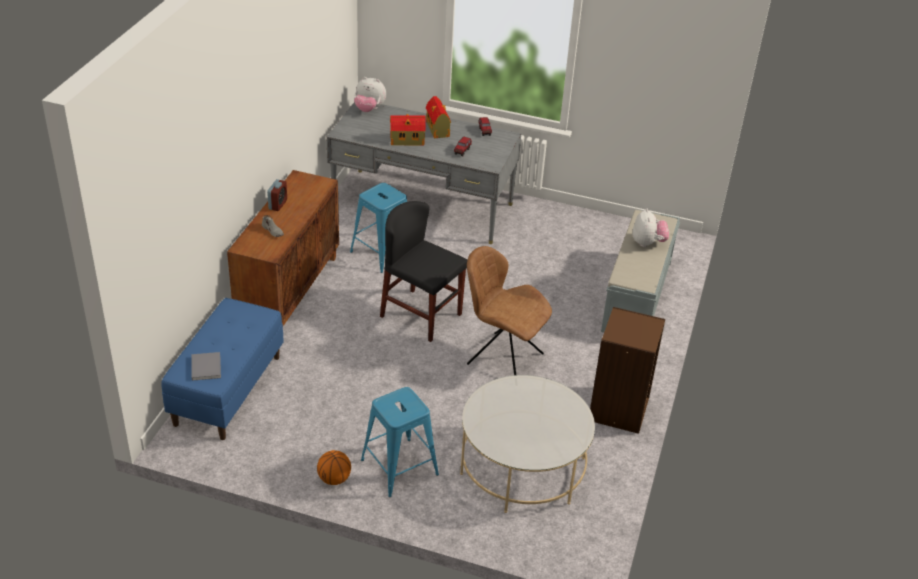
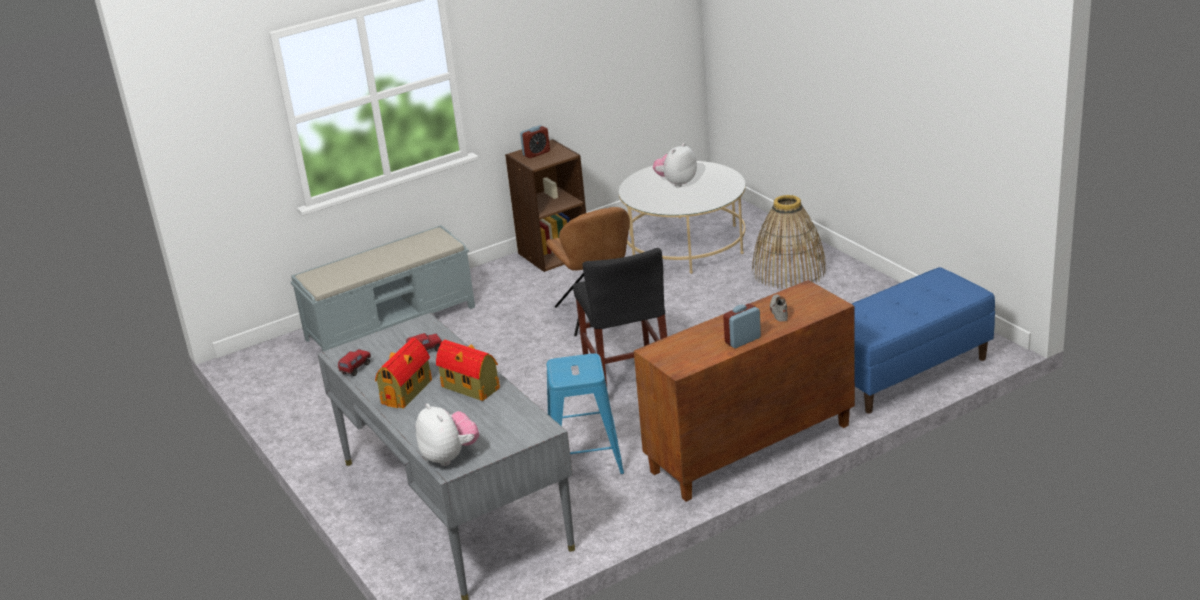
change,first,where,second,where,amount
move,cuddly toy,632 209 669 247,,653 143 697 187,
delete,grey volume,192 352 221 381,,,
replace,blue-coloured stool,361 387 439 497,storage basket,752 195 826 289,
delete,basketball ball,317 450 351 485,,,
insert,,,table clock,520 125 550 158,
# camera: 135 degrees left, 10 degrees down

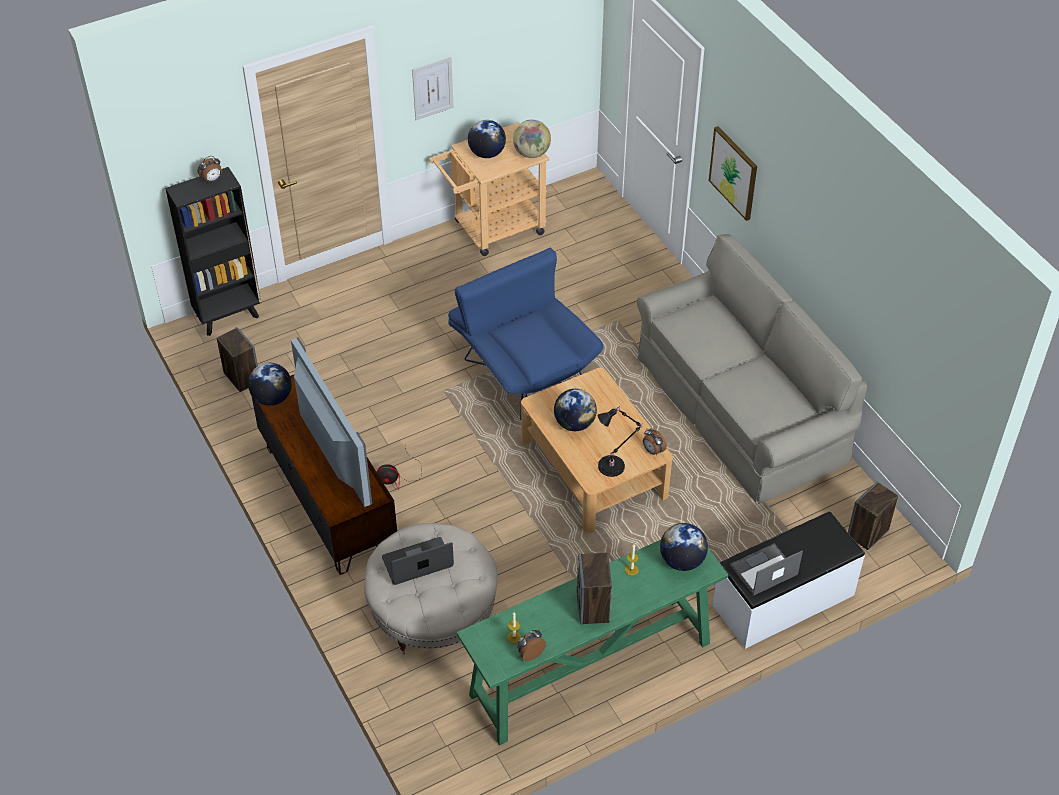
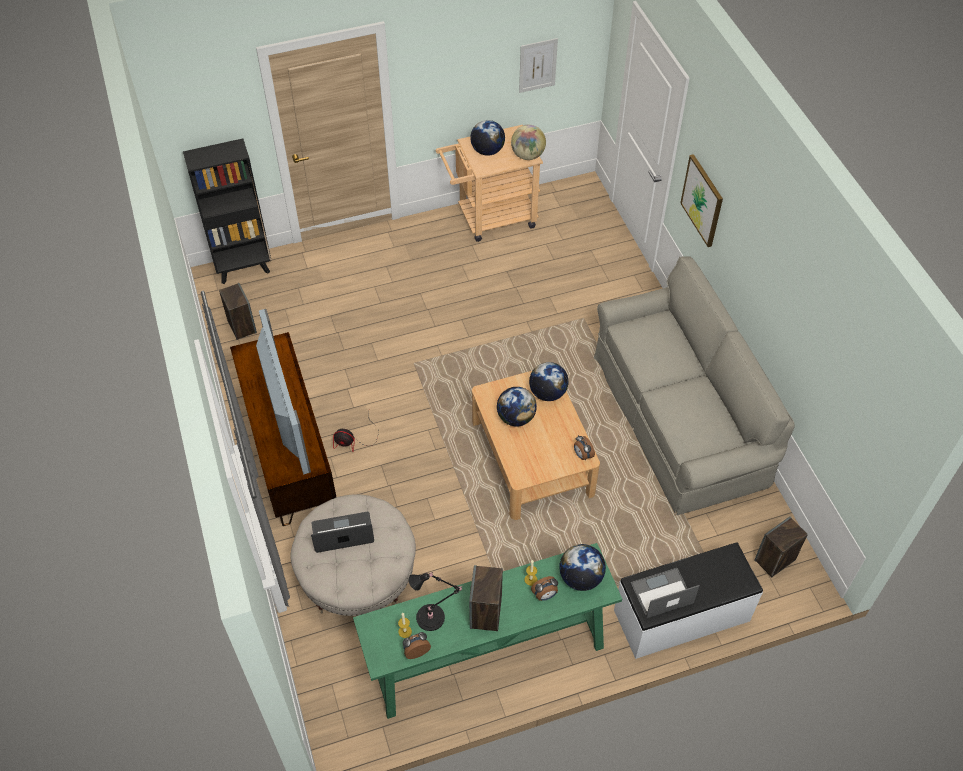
change,first,where,second,where,amount
move,wall picture,412 57 454 120,,519 38 558 93,
move,table clock,198 156 222 183,,531 576 558 601,
delete,blue-coloured armchair,448 248 604 420,,,
move,world globe,248 363 292 406,,529 362 569 401,
move,black table lamp,598 406 643 477,,409 572 462 631,
# camera: 10 degrees right, 5 degrees up

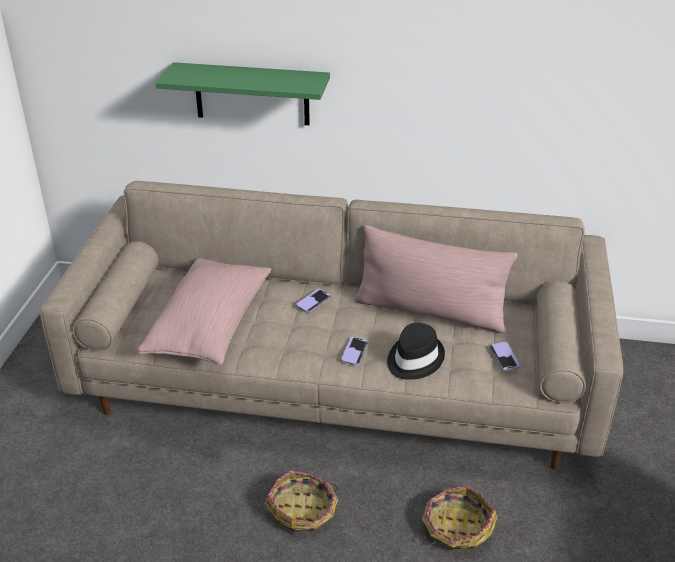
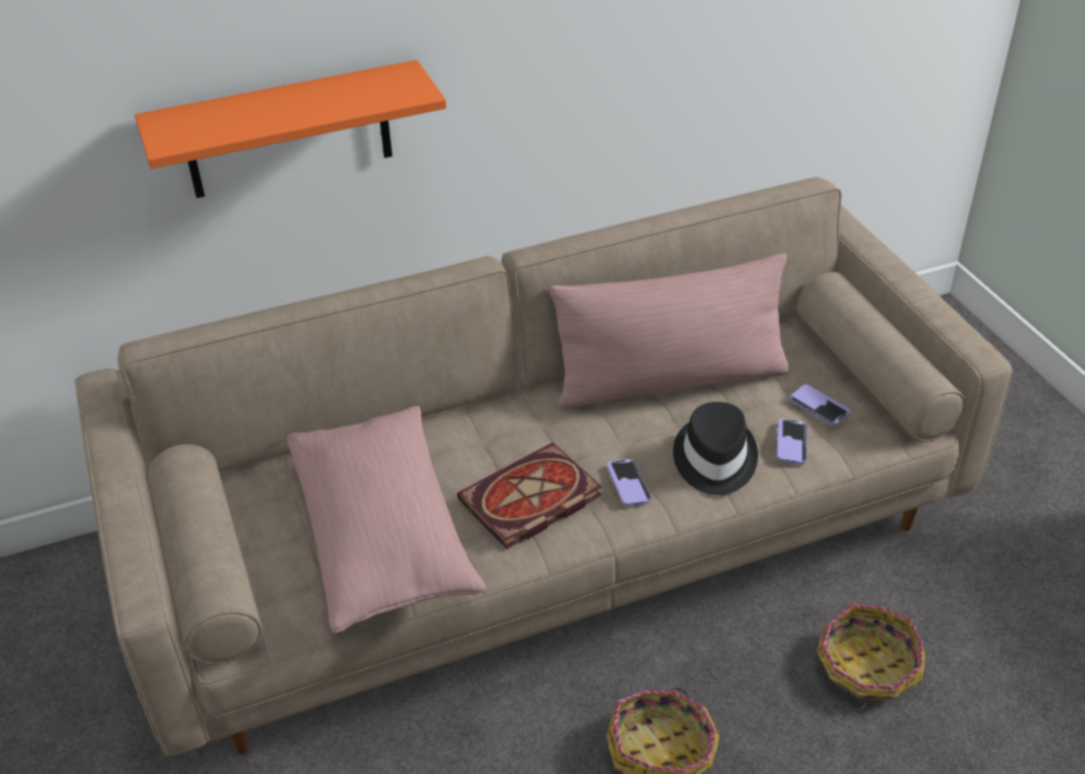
change,first,where,second,where,amount
recolor,green-coloured wall shelf,156 62 330 125,orange wall shelf,135 60 446 198,
move,handset,296 289 331 313,,777 419 807 464,
insert,,,volume,457 442 602 549,
# camera: 30 degrees left, 5 degrees up

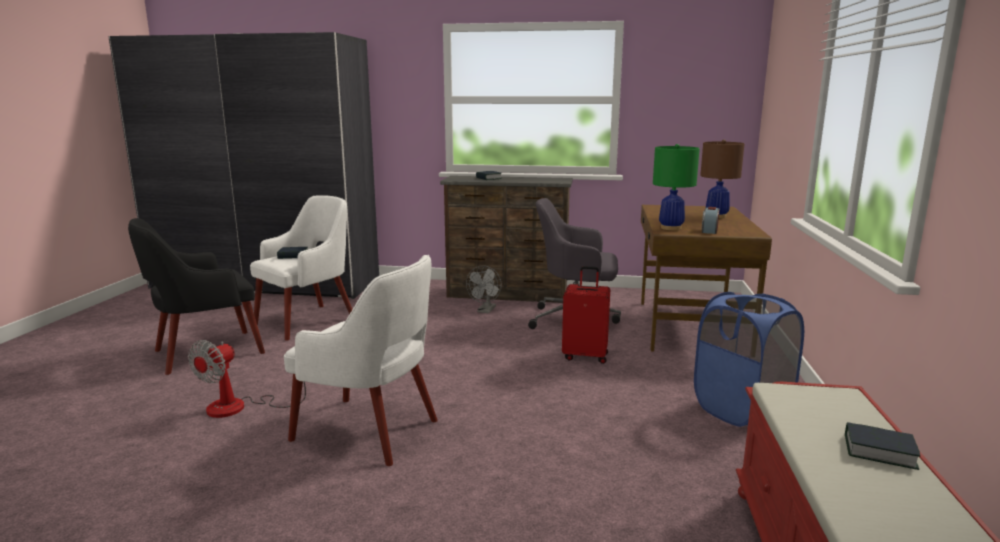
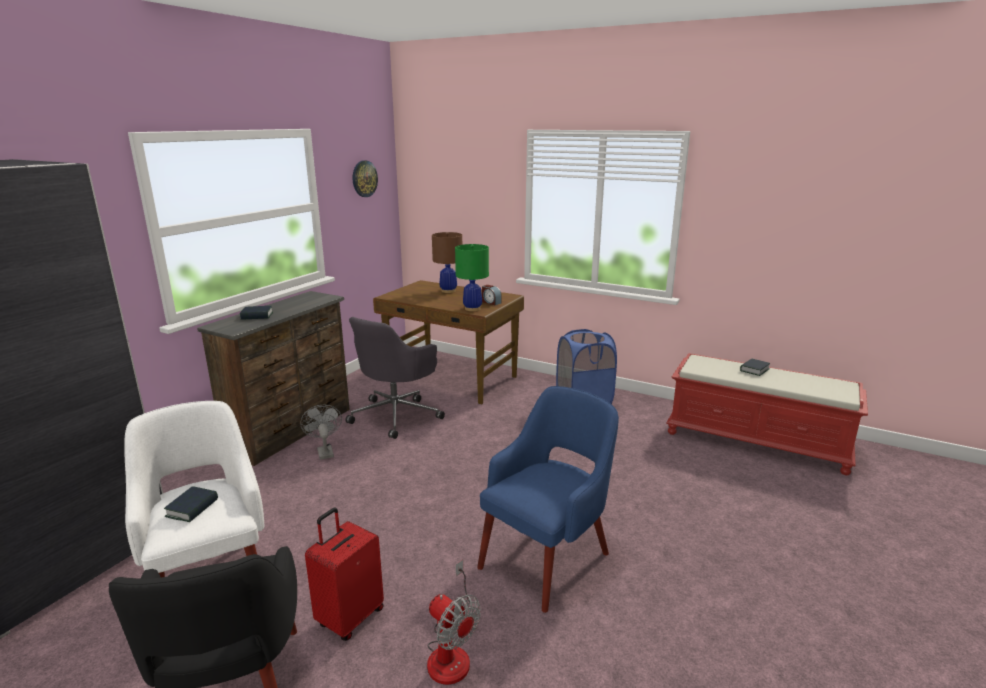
change,first,where,second,where,amount
recolor,white armchair,284 255 438 466,blue-coloured armchair,477 386 619 613,
rotate,grey fan,466 266 501 313,,300 405 342 460,150 degrees counterclockwise
move,reddish suitcase,562 266 610 364,,305 508 384 641,
insert,,,wall clock,353 160 378 197,
# camera: 70 degrees left, 5 degrees up

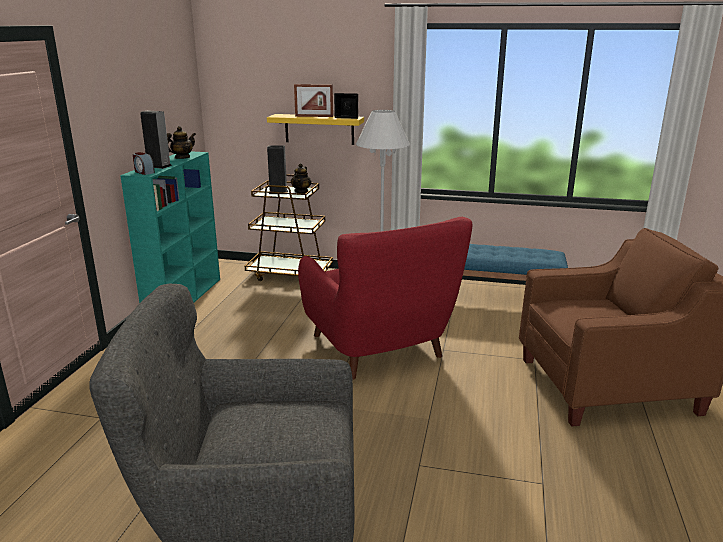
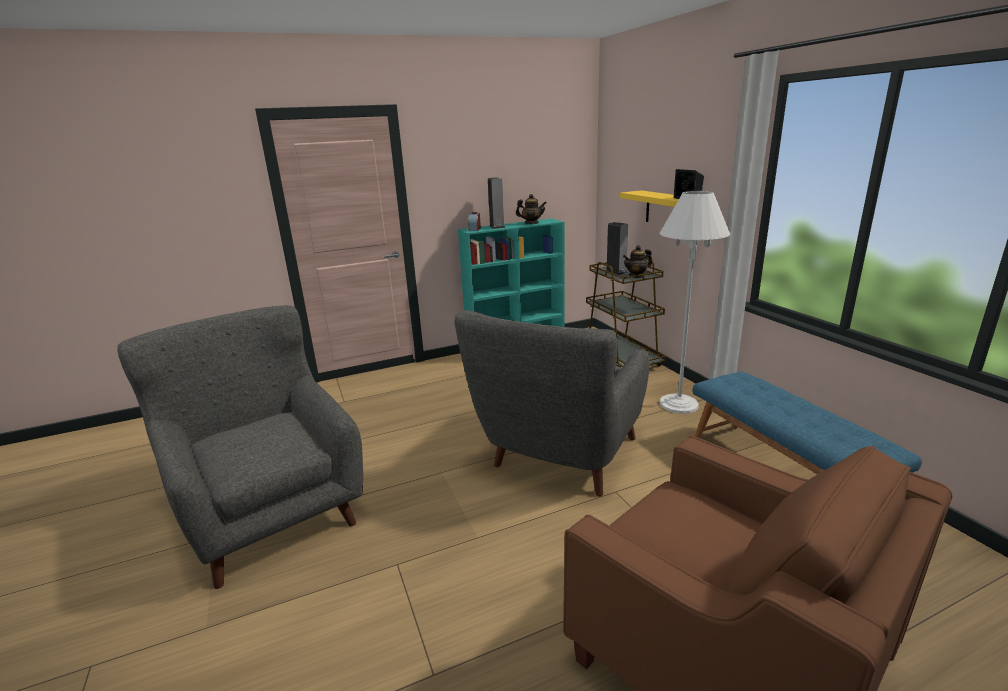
change,first,where,second,where,amount
delete,standing frame,294 84 333 117,,,
recolor,reddish armchair,298 217 473 380,grey armchair,454 310 649 497,
# camera: 55 degrees right, 0 degrees up

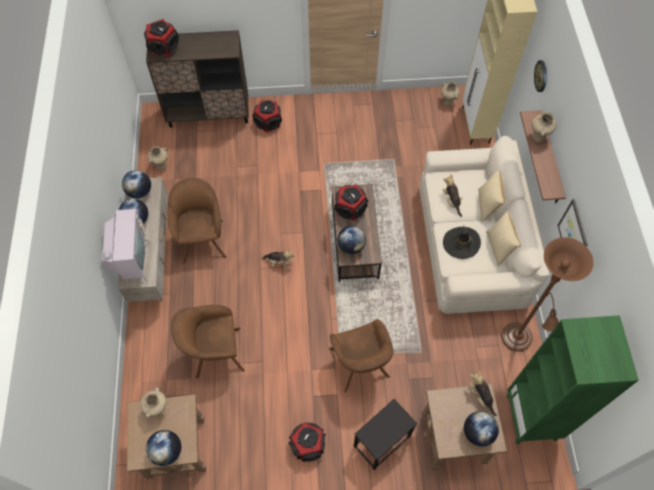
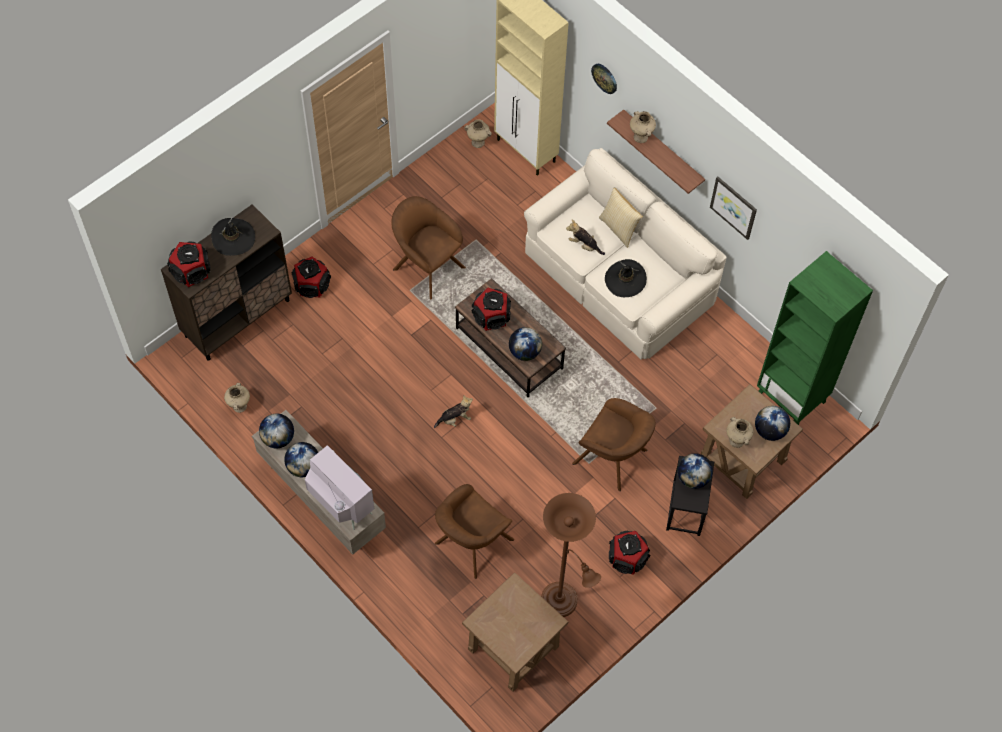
change,first,where,second,where,amount
move,brownish armchair,168 178 227 264,,391 196 466 299,
delete,throw pillow,486 211 521 267,,,
move,brownish standard lamp,502 237 594 352,,541 493 601 617,
delete,cuddly toy,469 371 497 416,,,
move,beige vase,140 387 167 418,,726 417 754 448,
move,world globe,146 430 181 466,,677 453 713 489,
insert,,,black hat,211 217 255 256,
# camera: 40 degrees left, 0 degrees up

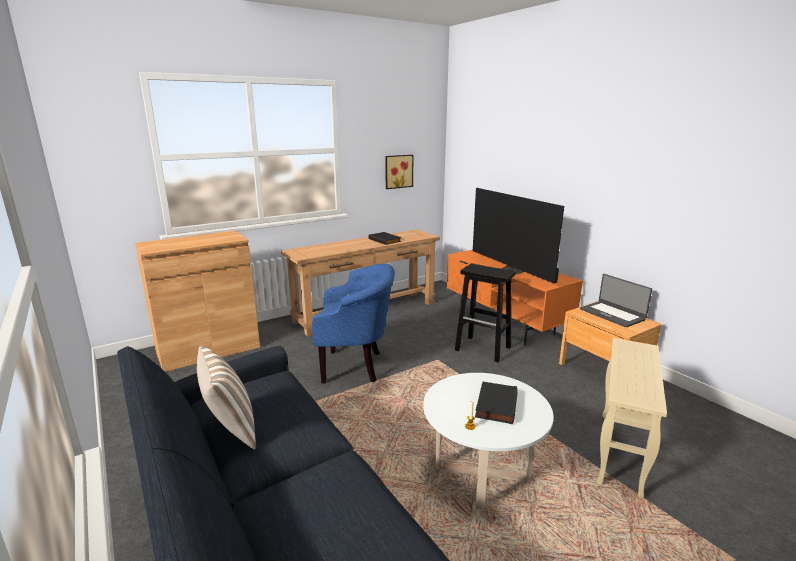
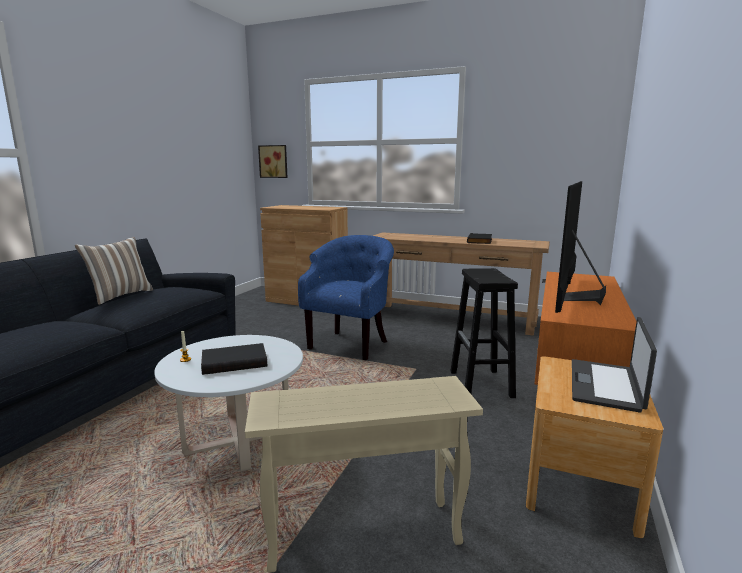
change,first,where,second,where,amount
move,wall picture,385 155 413 189,,258 145 288 178,
rotate,blue-coloured armchair,312 264 395 383,,298 235 394 360,120 degrees counterclockwise
# camera: 55 degrees right, 5 degrees down

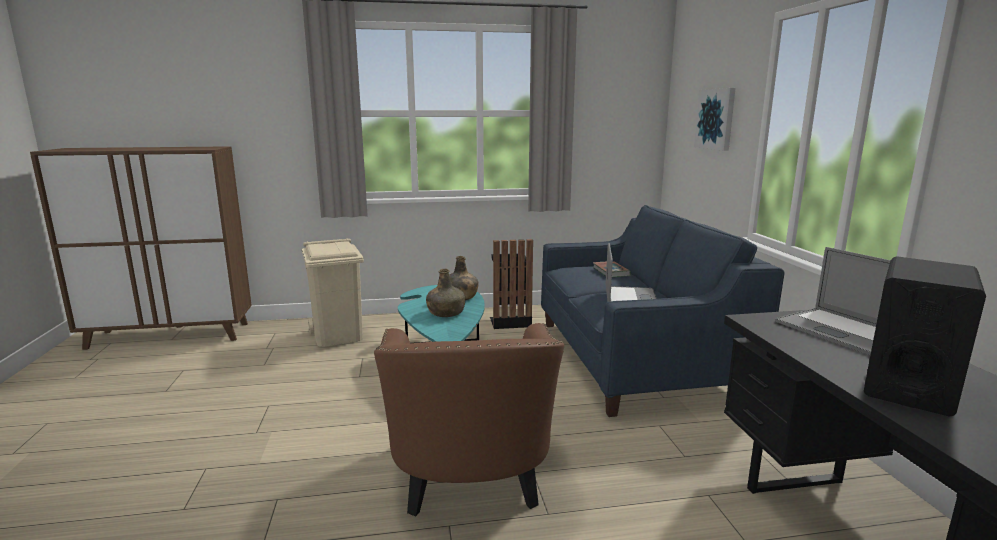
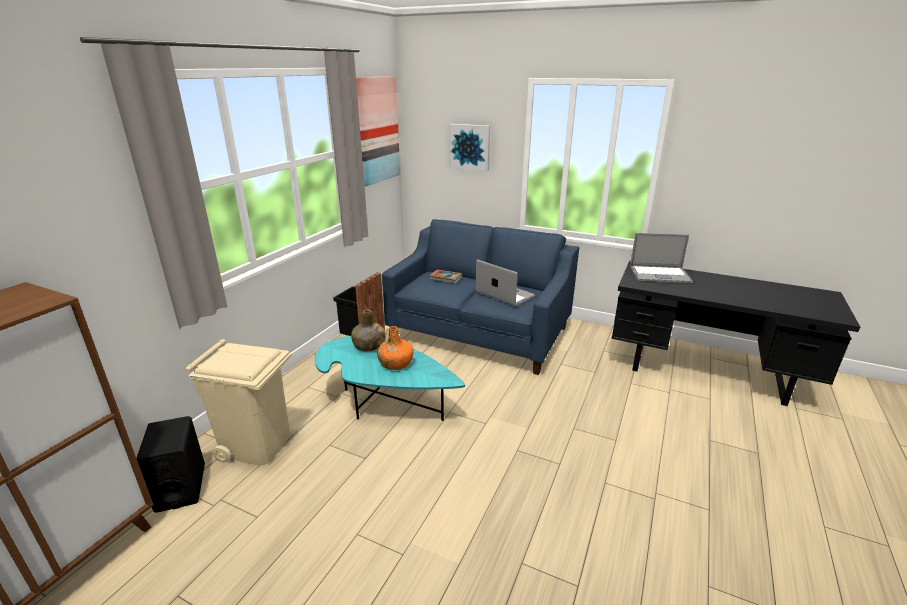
change,first,where,second,where,amount
move,black audio speaker,864 256 986 416,,137 416 205 513,
recolor,green-coloured beverage bottle,426 269 465 317,orange beverage bottle,377 326 414 370,
delete,brownish armchair,374 323 564 516,,,
insert,,,wall picture,356 76 400 186,
# camera: 55 degrees left, 10 degrees up

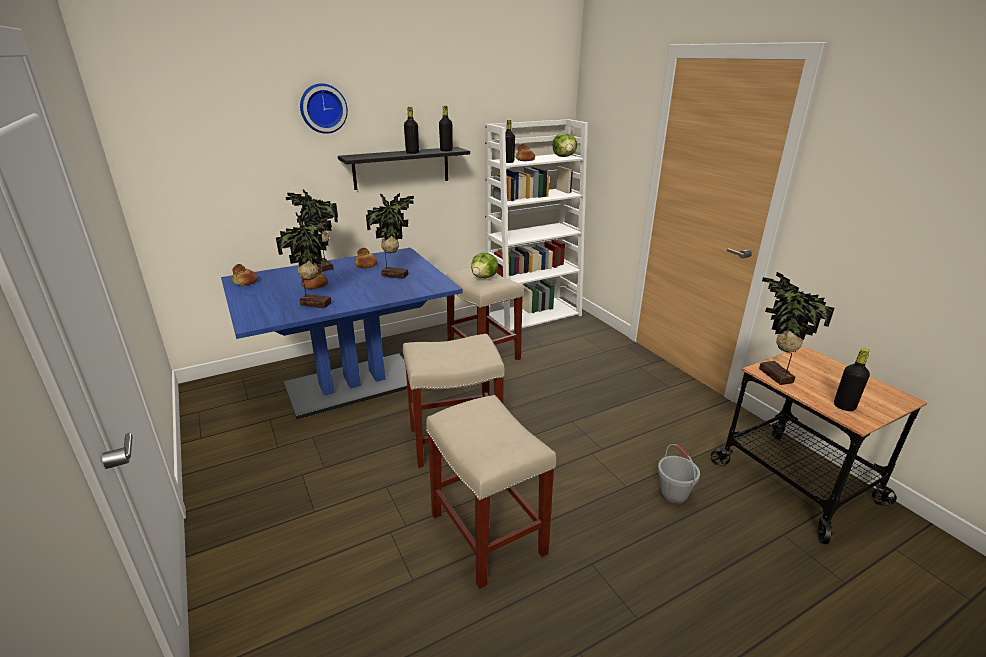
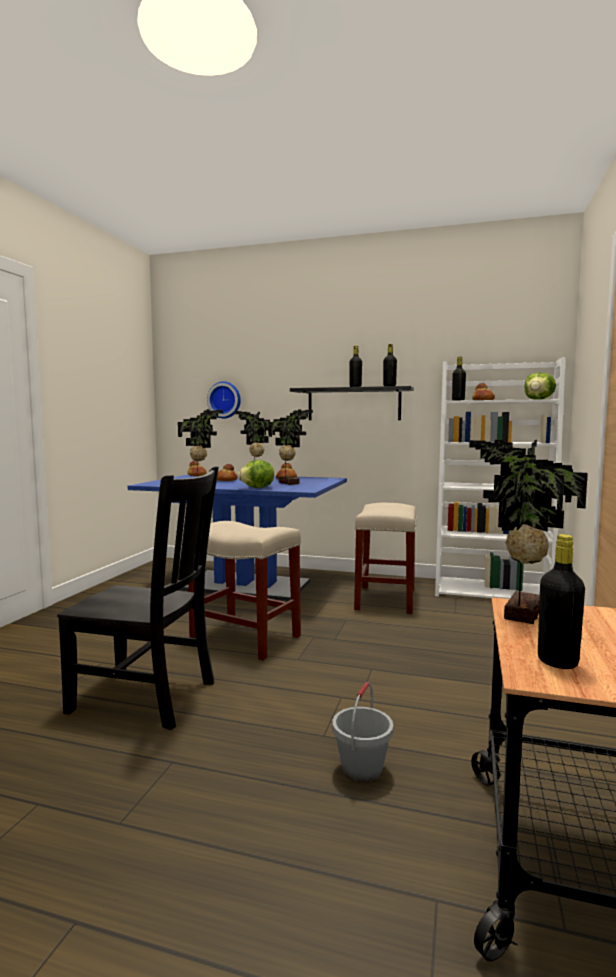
change,first,where,second,where,amount
move,wall clock,300 83 348 134,,207 381 241 418,
move,head of lettuce,471 253 498 278,,238 460 274 488,
replace,beige stool,426 395 556 589,black upright chair,57 466 219 730,
# camera: 45 degrees right, 20 degrees down

